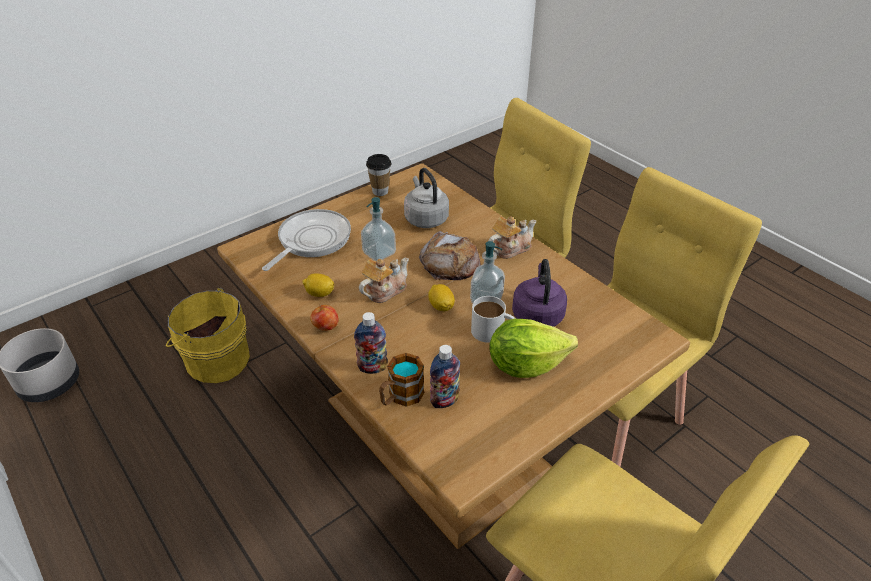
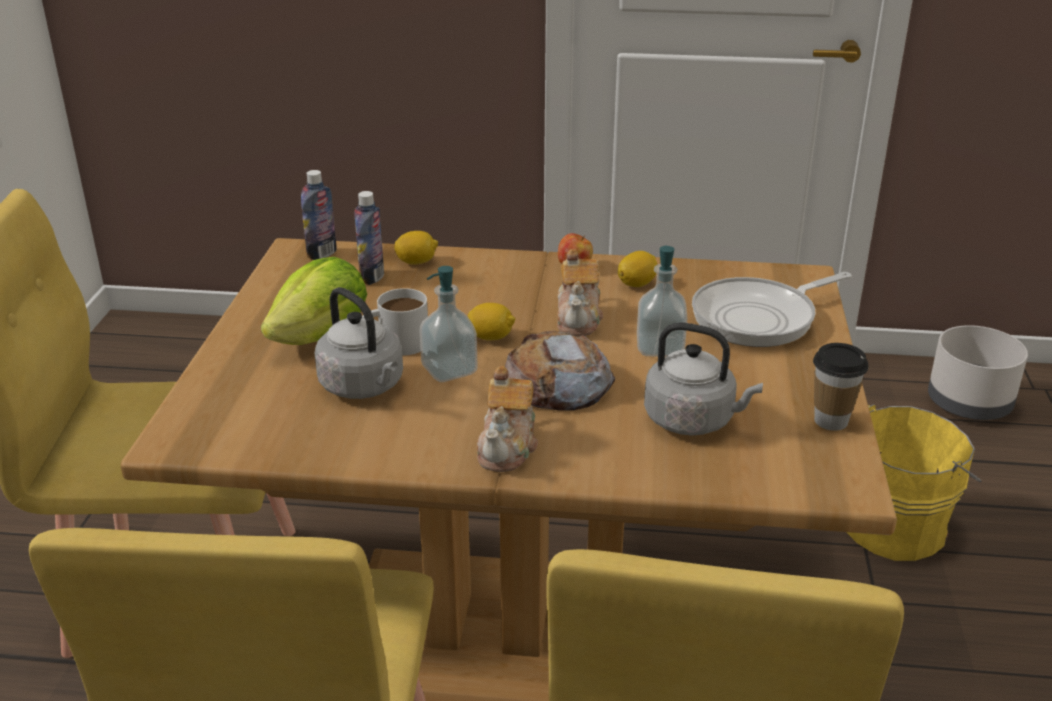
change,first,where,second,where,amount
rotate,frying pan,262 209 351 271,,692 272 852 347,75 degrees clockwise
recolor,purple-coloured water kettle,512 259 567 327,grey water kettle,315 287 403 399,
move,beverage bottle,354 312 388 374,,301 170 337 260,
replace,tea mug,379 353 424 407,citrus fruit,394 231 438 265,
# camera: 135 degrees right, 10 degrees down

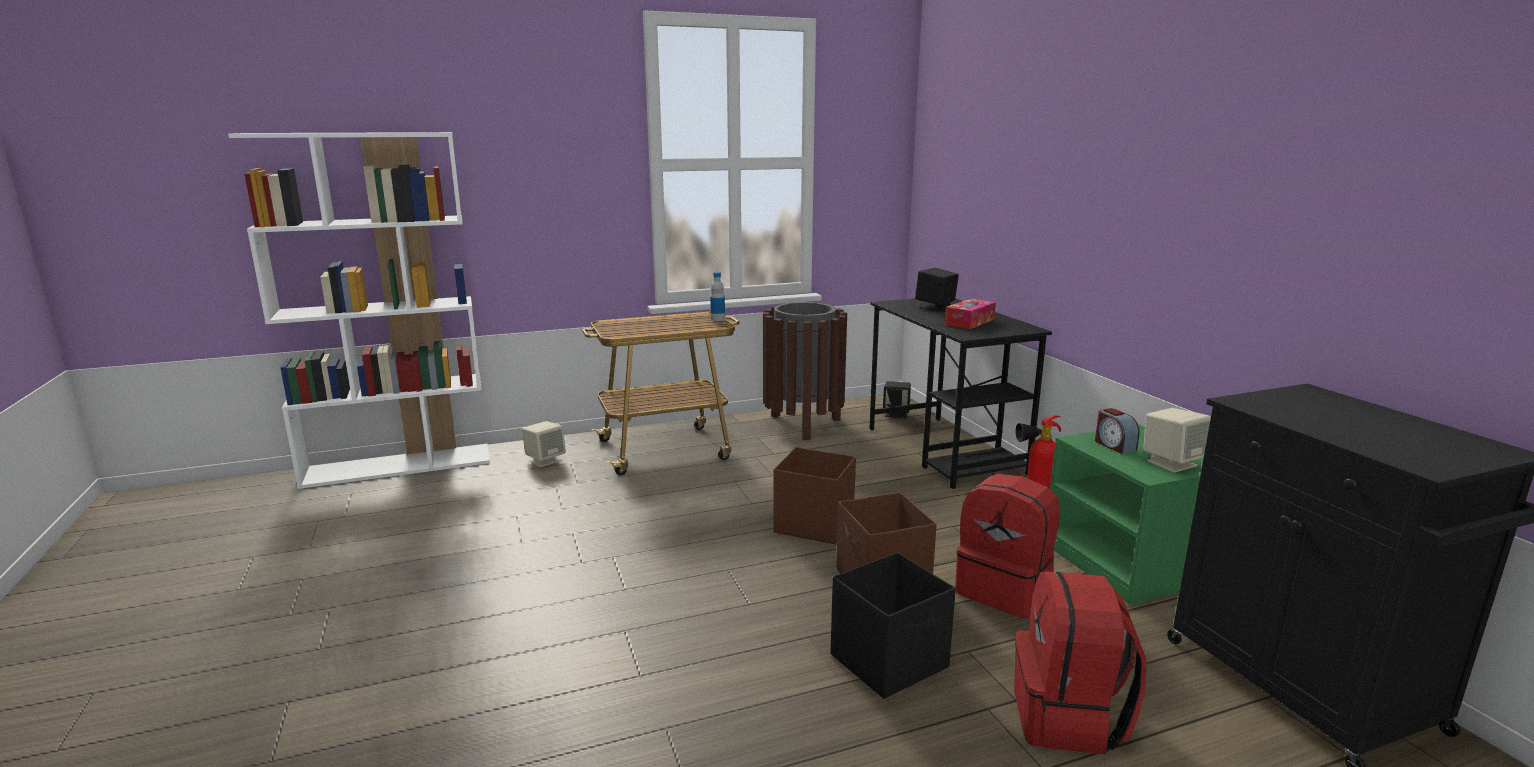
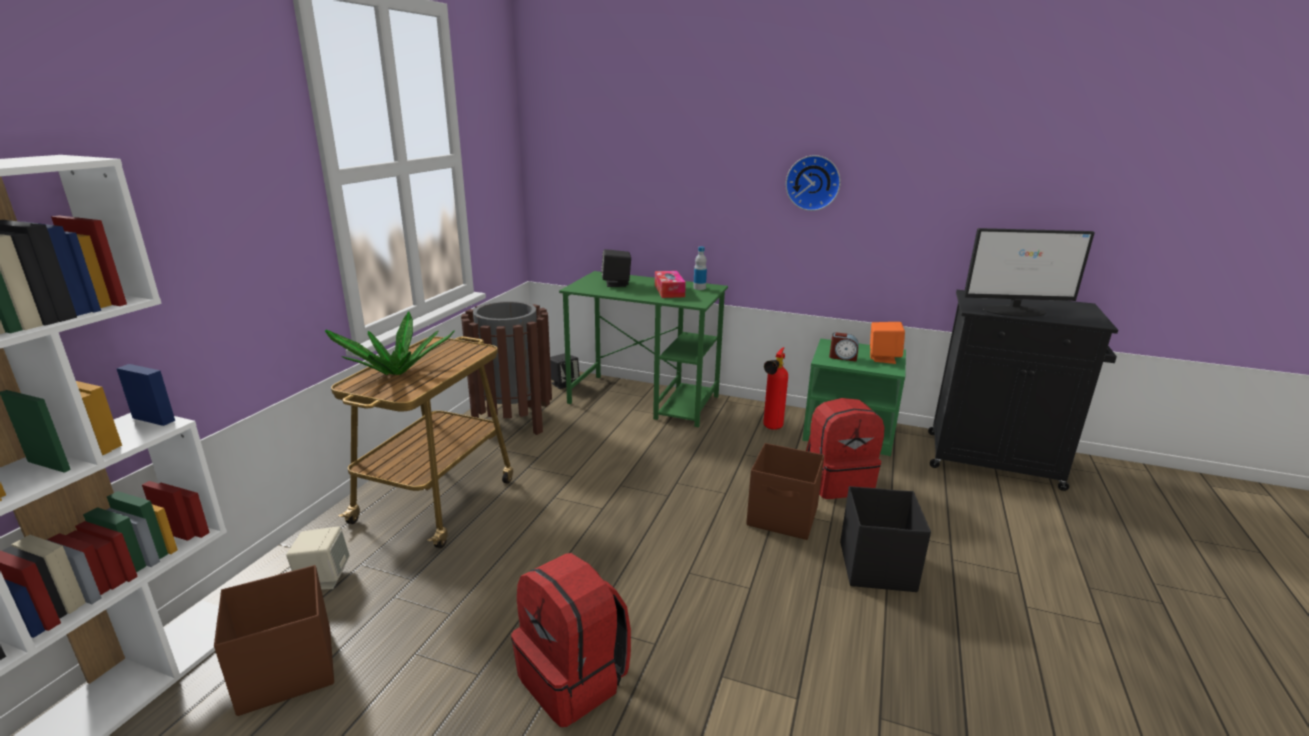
change,first,where,second,where,amount
move,beverage bottle,710 272 725 321,,693 246 707 290,
recolor,black desk unit,870 298 1052 489,green-coloured desk unit,559 271 728 427,
recolor,beige audio speaker,1143 408 1211 473,orange audio speaker,870 322 905 364,
move,brownish storage bin,773 447 856 544,,214 565 334 716,
move,reddish knapsack,1014 571 1147 754,,511 553 631 727,
insert,,,wall clock,785 155 841 211,
insert,,,monitor,963 228 1095 317,
insert,,,plant in a pot,325 311 455 375,
# camera: 50 degrees left, 5 degrees up

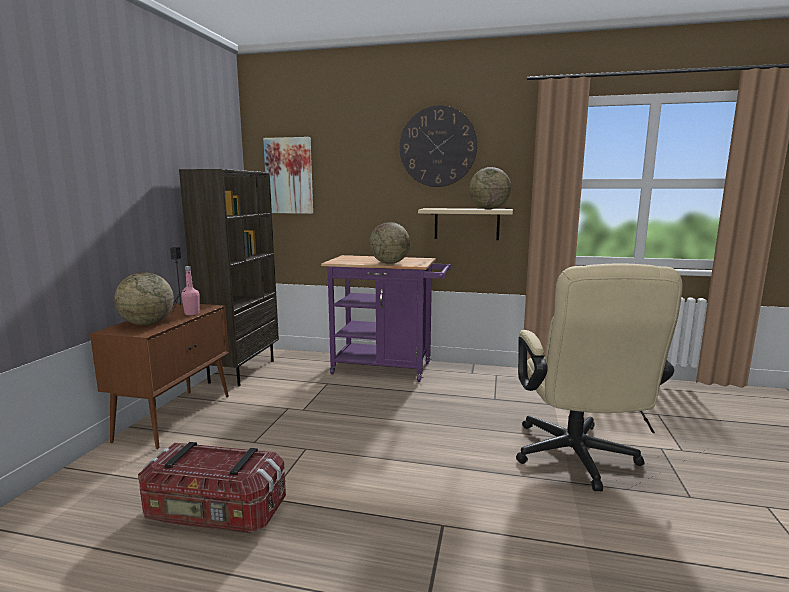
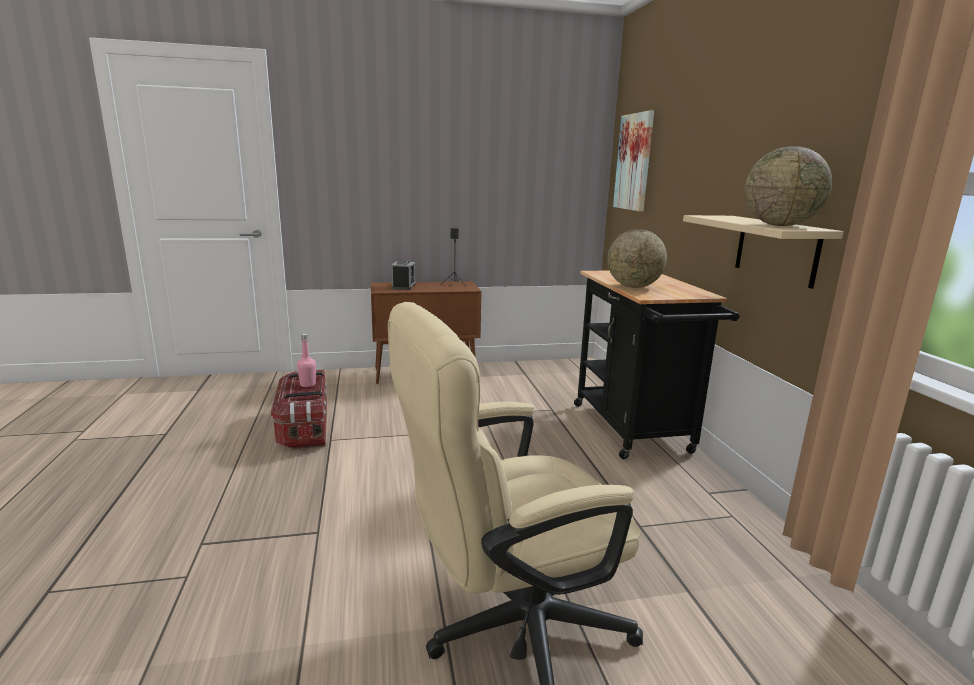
change,first,where,second,where,amount
delete,wall clock,400 105 477 187,,,
delete,brownish bookshelf,179 169 279 387,,,
recolor,purple-coloured cart,321 255 451 382,black cart,574 271 740 459,
move,pinkish beverage bottle,181 266 200 315,,297 334 316 387,
replace,world globe,114 272 174 325,table clock,391 260 415 290,
# camera: 65 degrees right, 5 degrees up

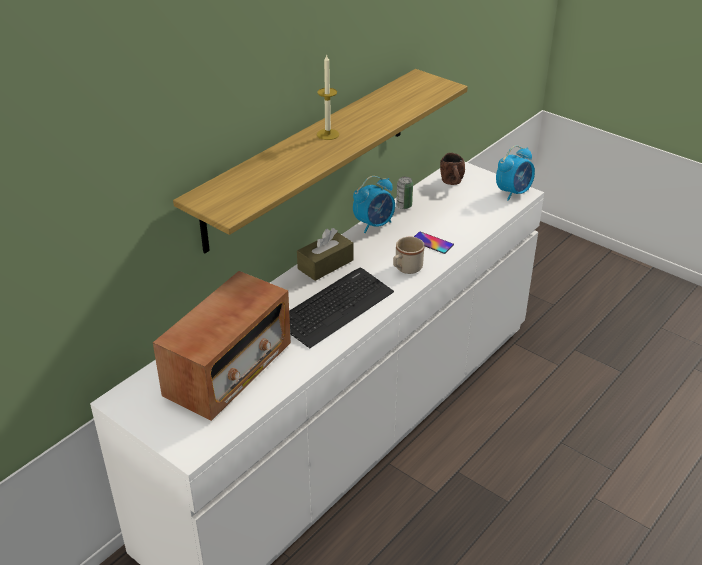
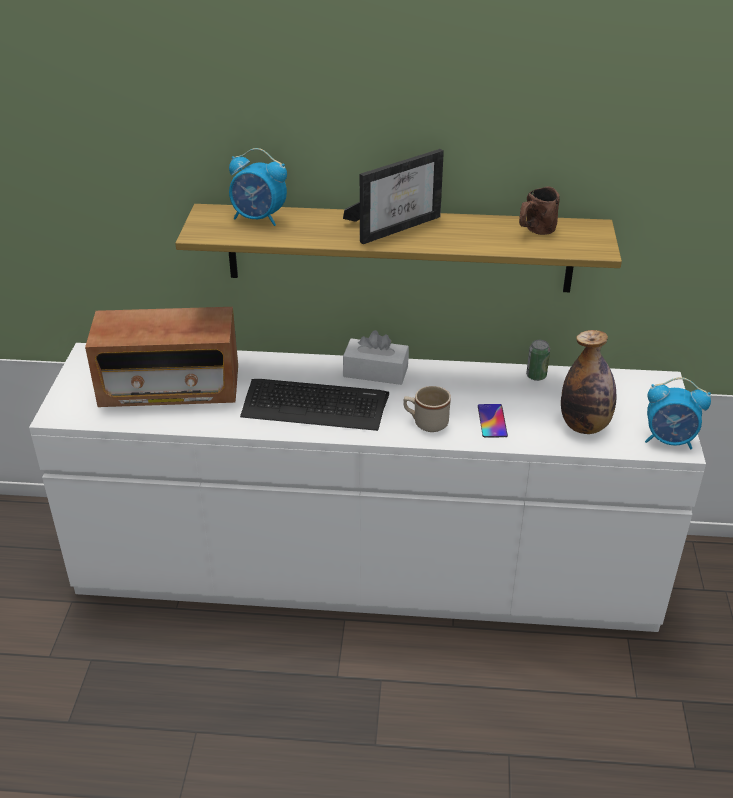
change,first,where,second,where,amount
replace,wax light,317 54 339 140,standing frame,343 149 444 244,
move,brownish tea mug,440 153 465 185,,519 187 560 235,
move,table clock,353 176 395 233,,229 148 287 226,
recolor,brownish tissue holder,297 228 353 281,white tissue holder,343 330 409 385,
insert,,,beverage bottle,561 330 616 434,
# camera: 55 degrees right, 0 degrees up

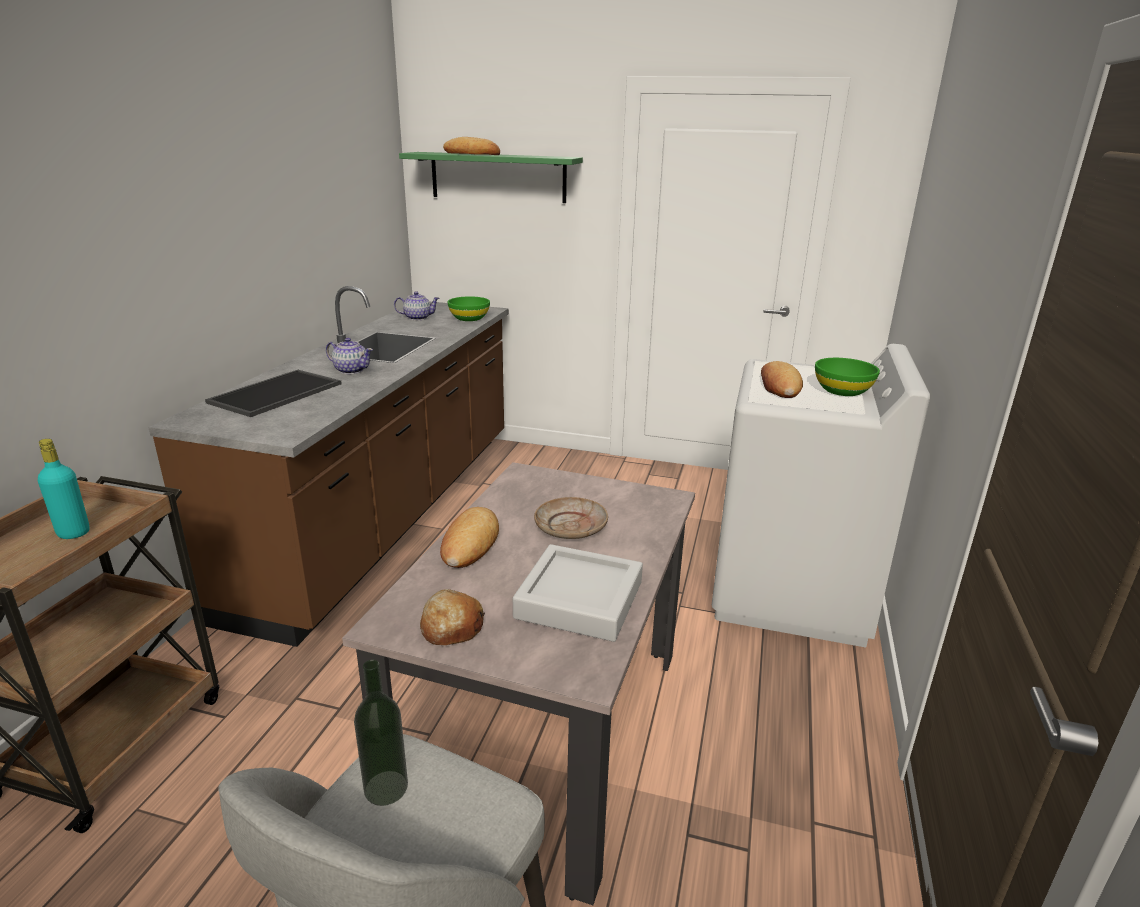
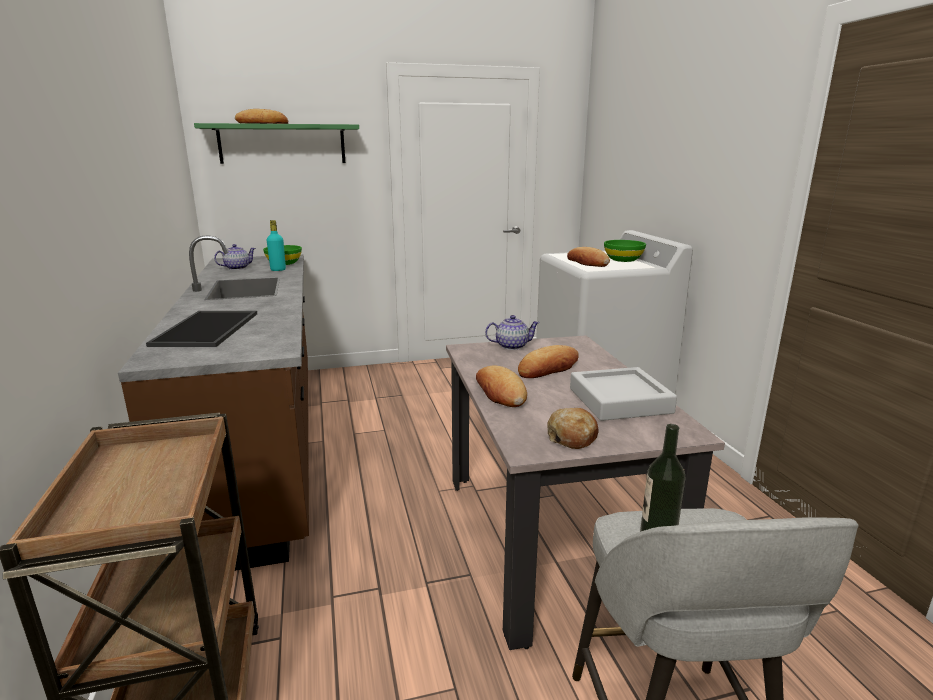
change,first,where,second,where,amount
move,teapot,326 338 373 374,,485 315 540 350,
move,blue-green beverage bottle,38 439 90 539,,267 220 286 271,
replace,beige dinner plate,534 497 608 539,bakery bread,518 345 579 378,
# camera: 30 degrees left, 5 degrees down

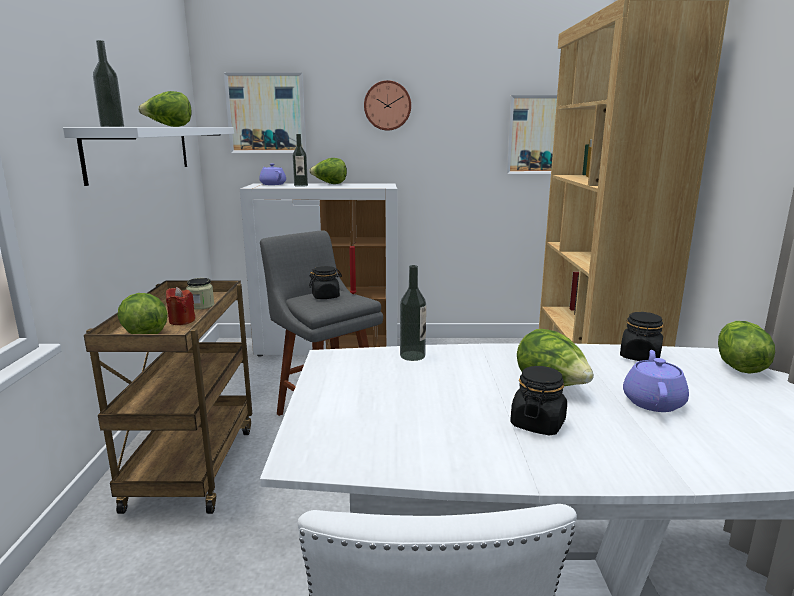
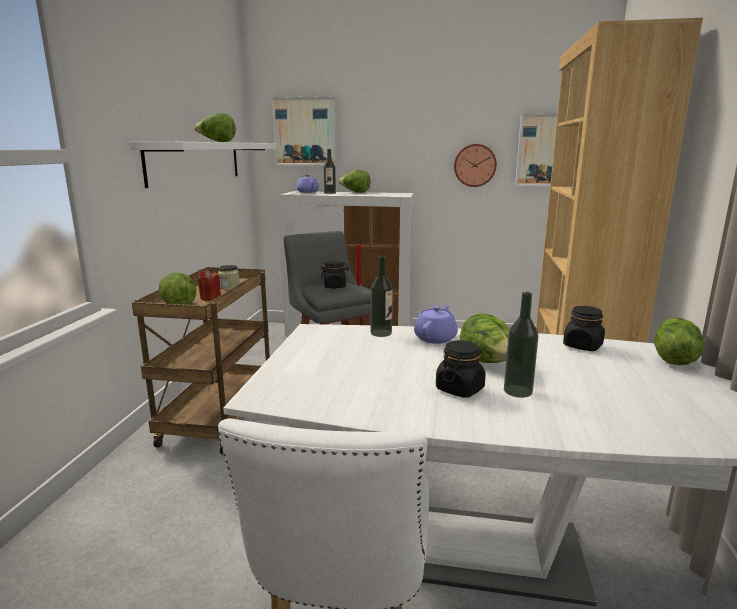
change,first,where,second,where,amount
move,beverage bottle,93 40 124 127,,504 292 538 398,
move,wall clock,364 80 411 130,,454 144 497 187,
move,purple-coloured teapot,623 350 689 412,,414 304 458 344,
# camera: 10 degrees right, 0 degrees up

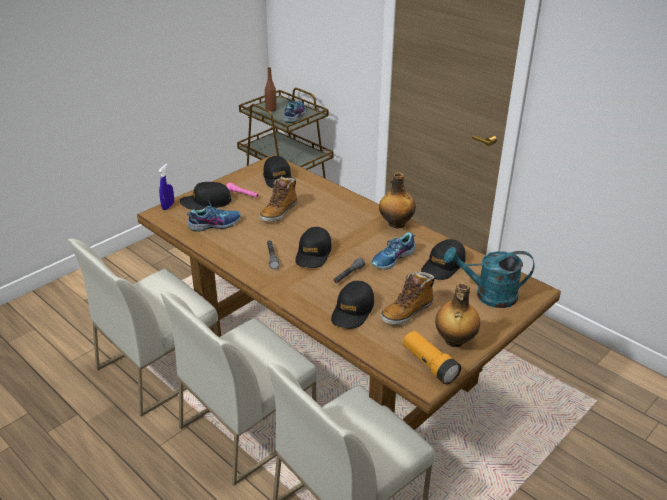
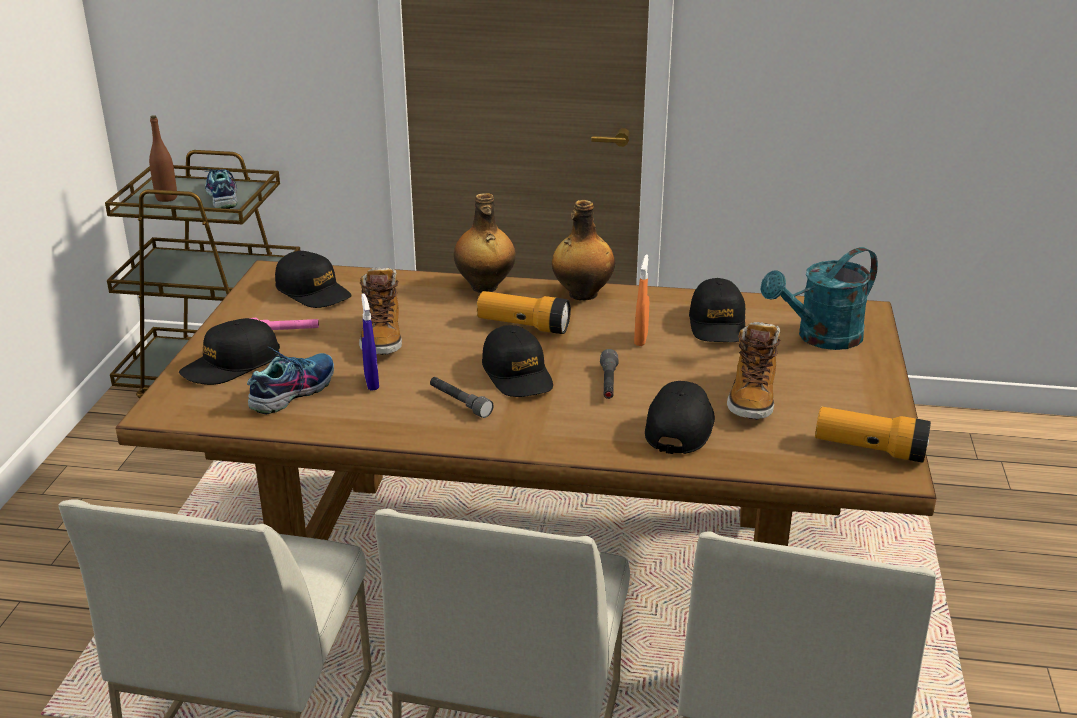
change,first,where,second,where,amount
move,blue-coloured spray bottle,159 164 174 210,,362 293 379 391,
replace,low shoe,372 232 415 270,orange spray bottle,634 254 649 346,
rotate,black cap,331 281 374 329,,645 381 715 454,150 degrees counterclockwise
move,beverage bottle,435 282 480 347,,454 193 516 293,
insert,,,hand torch,477 291 571 334,
# camera: 35 degrees left, 5 degrees down

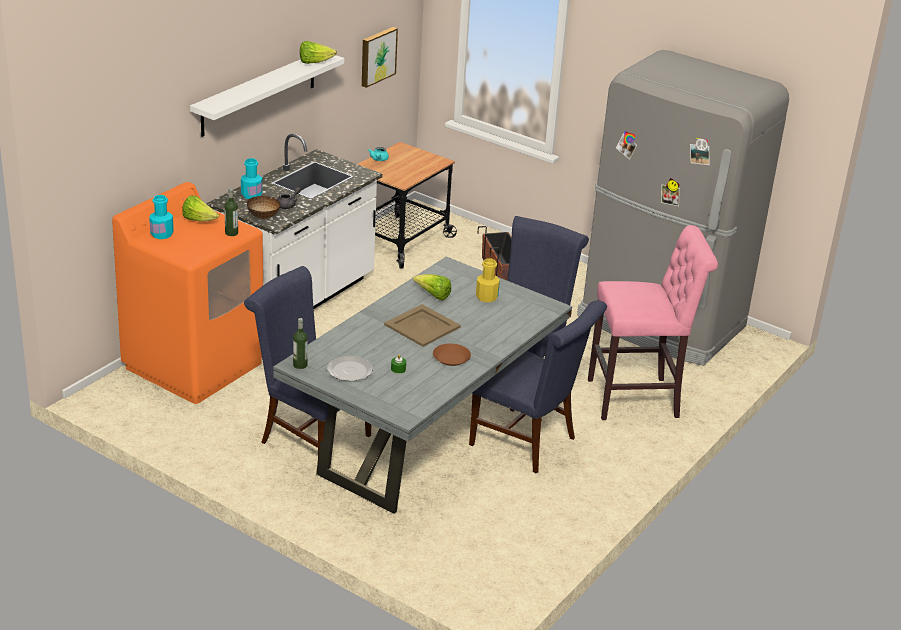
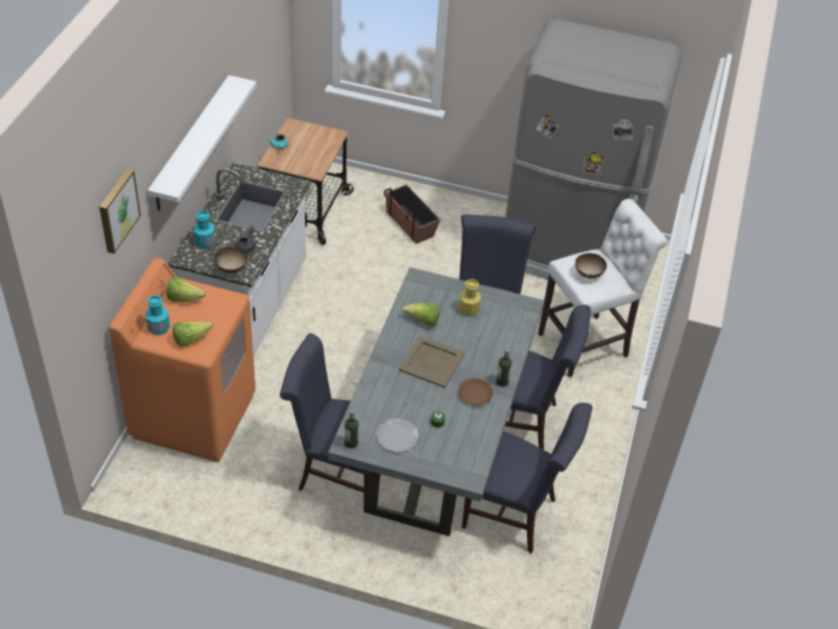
change,first,where,second,where,amount
move,wall picture,362 27 398 88,,99 169 141 254,
move,head of lettuce,300 41 337 64,,172 322 213 347,
move,beverage bottle,224 188 238 236,,496 349 512 387,
recolor,pinkish stool,588 225 718 420,white stool,538 199 668 377,
insert,,,serving bowl,575 253 607 279,
insert,,,blue-coloured upright chair,462 403 593 553,
# camera: 20 degrees left, 15 degrees up

